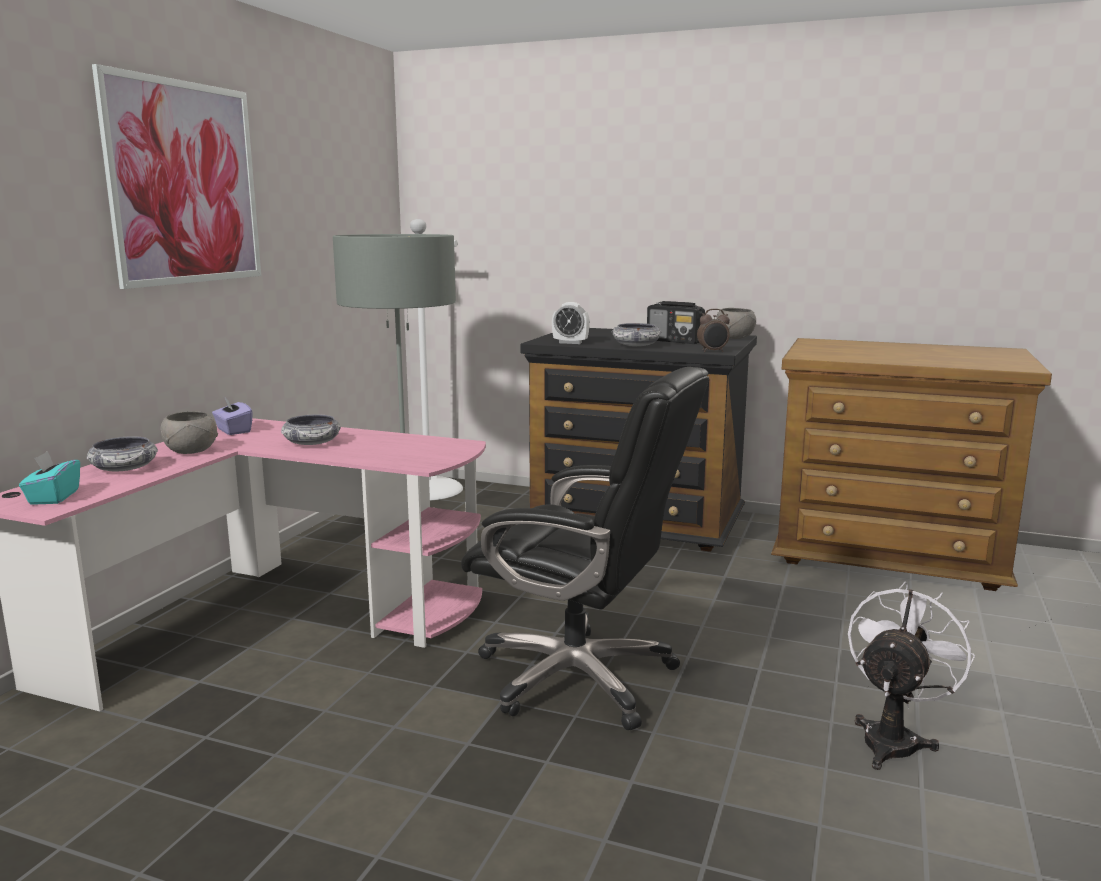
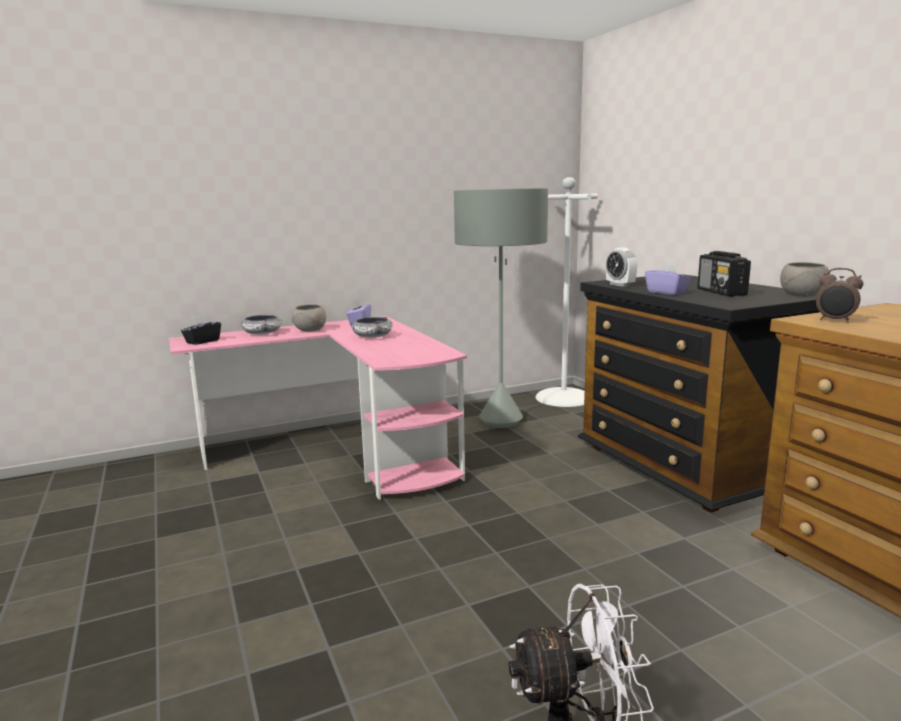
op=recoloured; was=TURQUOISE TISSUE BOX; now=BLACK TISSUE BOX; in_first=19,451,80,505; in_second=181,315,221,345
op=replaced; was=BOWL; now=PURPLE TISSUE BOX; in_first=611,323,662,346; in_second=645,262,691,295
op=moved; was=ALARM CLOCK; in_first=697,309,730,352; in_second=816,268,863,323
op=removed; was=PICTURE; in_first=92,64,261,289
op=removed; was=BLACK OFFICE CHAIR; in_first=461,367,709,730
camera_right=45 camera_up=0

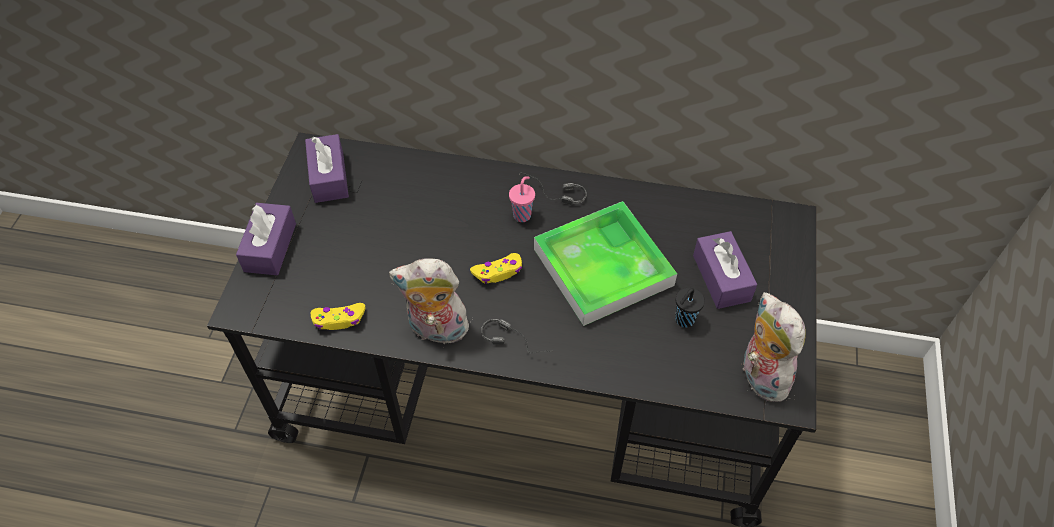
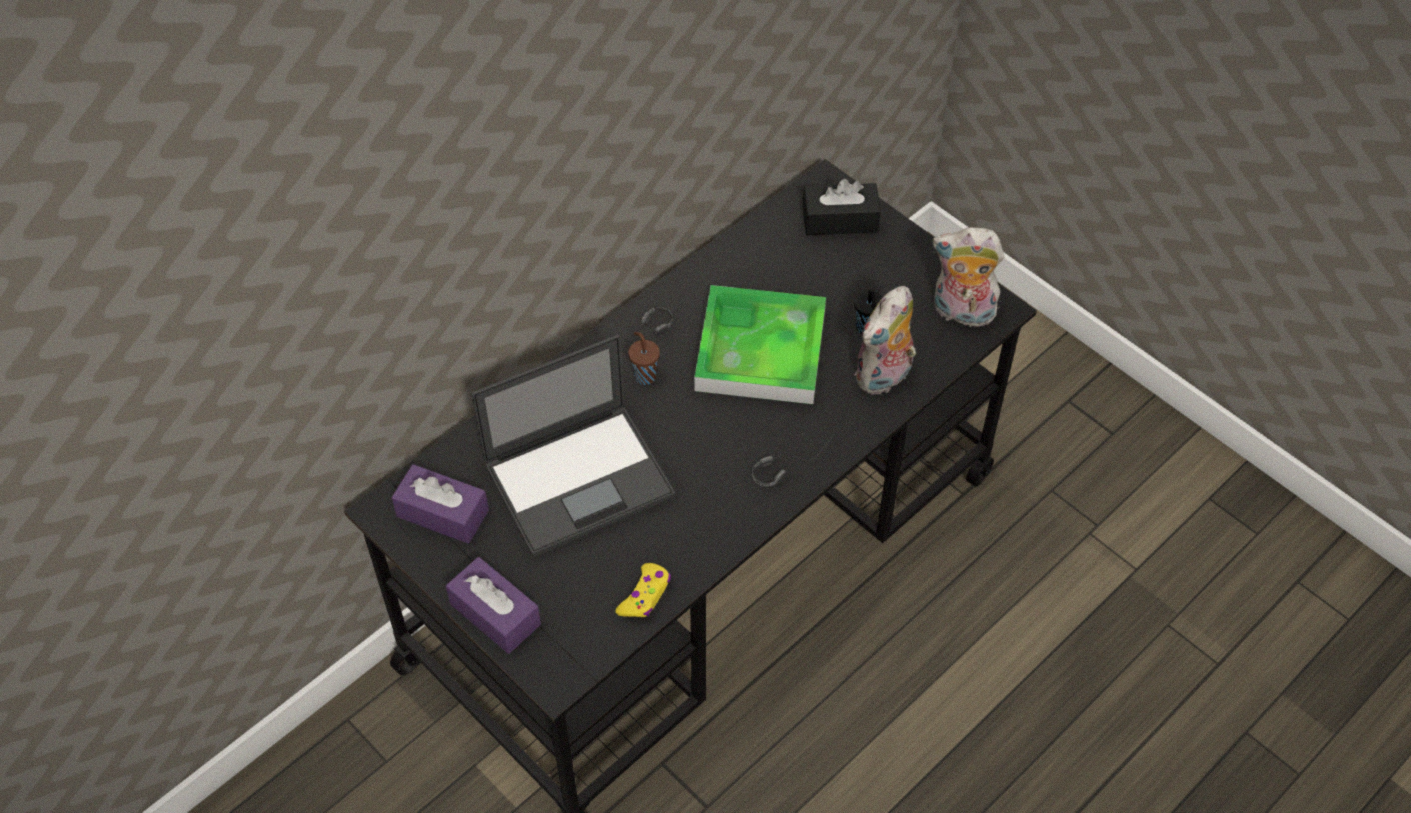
op=added; now=LAPTOP; in_second=472,335,675,557
op=recoloured; was=PINK CUP; now=BROWN CUP; in_first=509,176,535,222; in_second=628,332,660,385
op=added; now=BLACK TISSUE BOX; in_second=803,179,881,235
op=moved; was=PLUSH TOY; in_first=389,258,469,344; in_second=855,286,916,395
op=removed; was=YELLOW GAME CONTROLLER; in_first=470,253,522,284
op=removed; was=PURPLE TISSUE BOX; in_first=693,231,757,309
camera_right=-55 camera_up=0

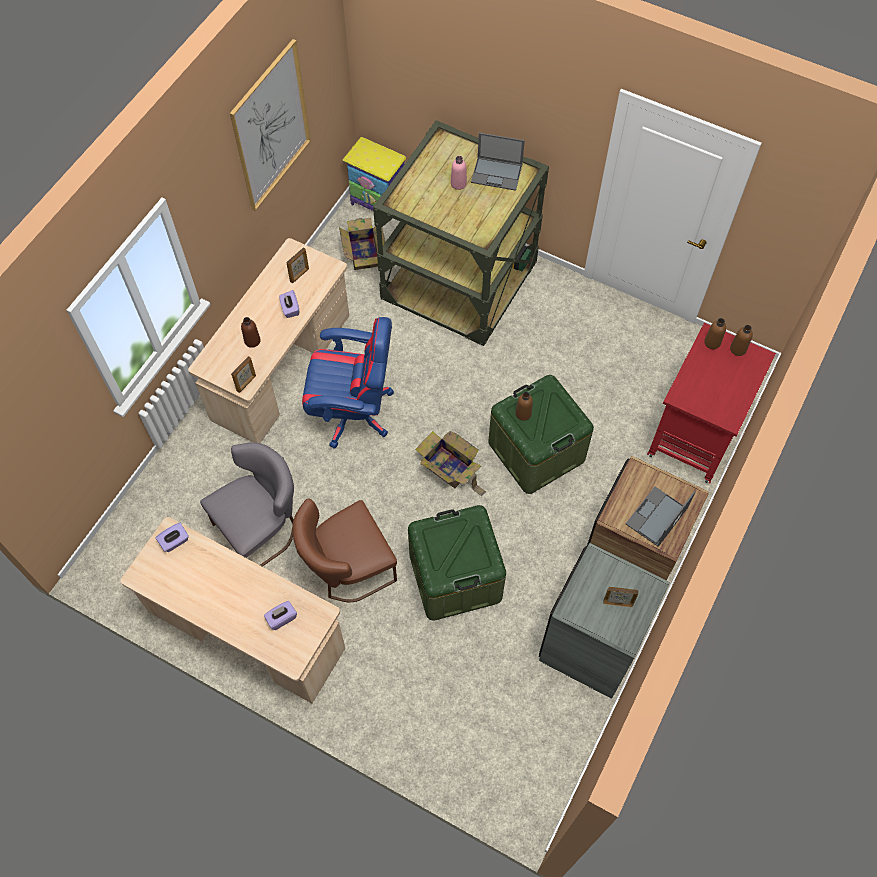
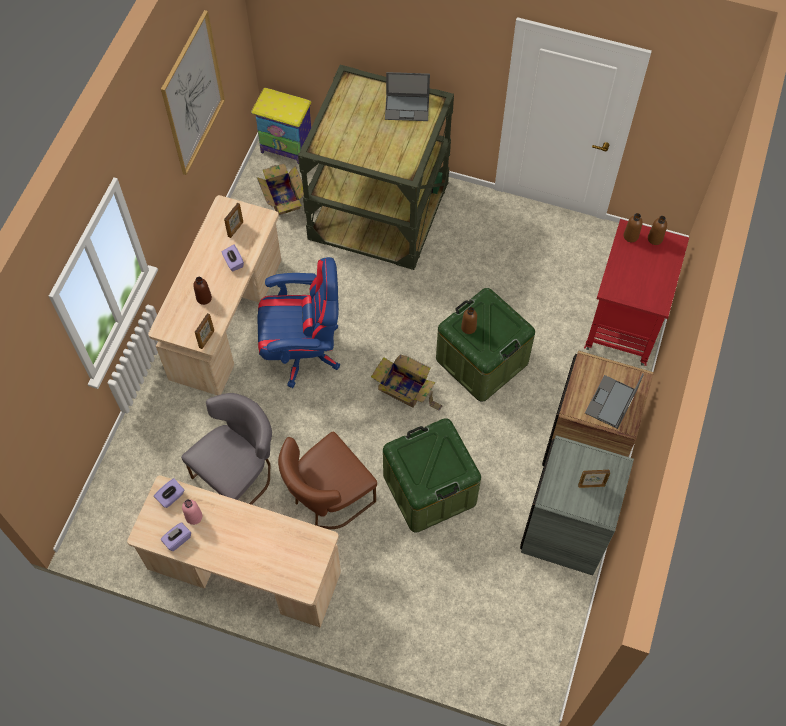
op=moved; was=PURPLE TISSUE BOX; in_first=264,601,297,630; in_second=161,522,191,551
op=moved; was=PINK BOTTLE; in_first=451,156,467,190; in_second=182,499,202,525
camera_right=-10 camera_up=0

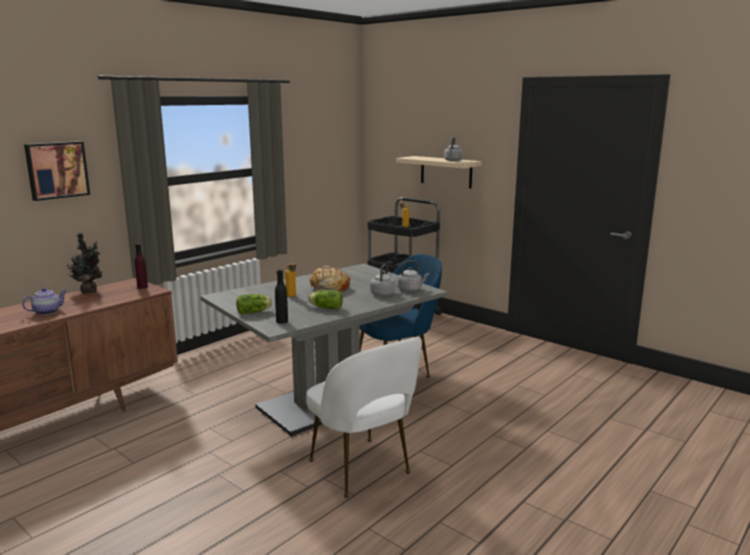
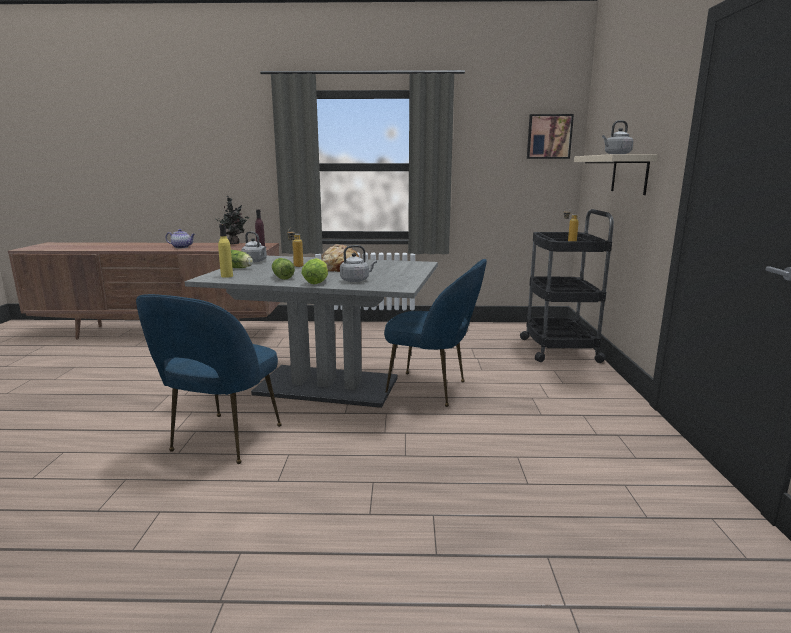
op=recoloured; was=WHITE CHAIR; now=BLUE CHAIR; in_first=306,337,422,498; in_second=136,294,281,464
op=recoloured; was=BLACK BOTTLE; now=YELLOW BOTTLE; in_first=275,269,288,324; in_second=218,224,233,278
op=moved; was=GREY KETTLE; in_first=397,260,429,292; in_second=242,231,267,262
op=added; now=LETTUCE; in_second=301,258,328,284
op=moved; was=PICTURE; in_first=24,141,90,201; in_second=527,114,574,159
camera_right=50 camera_up=0

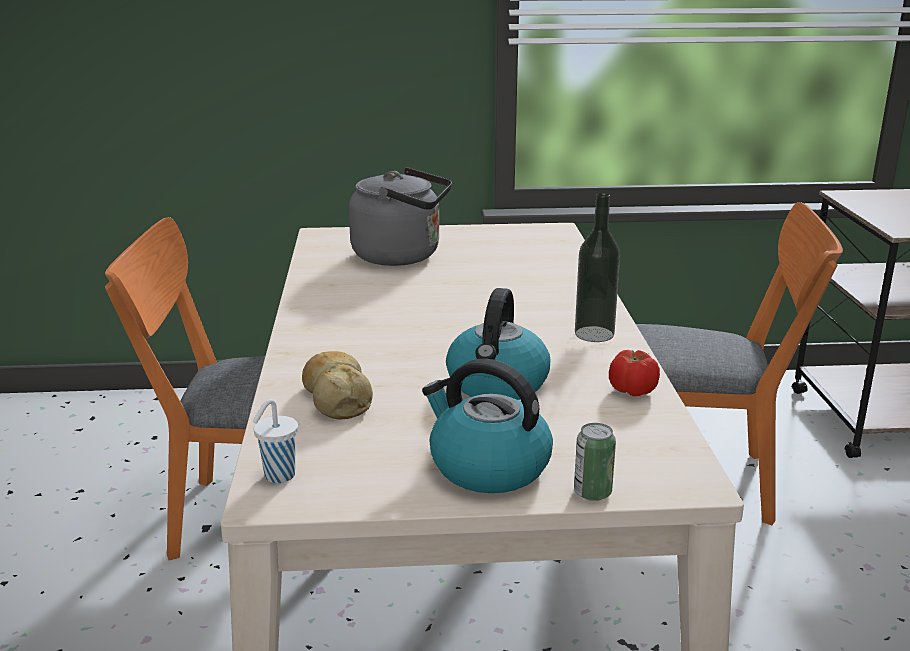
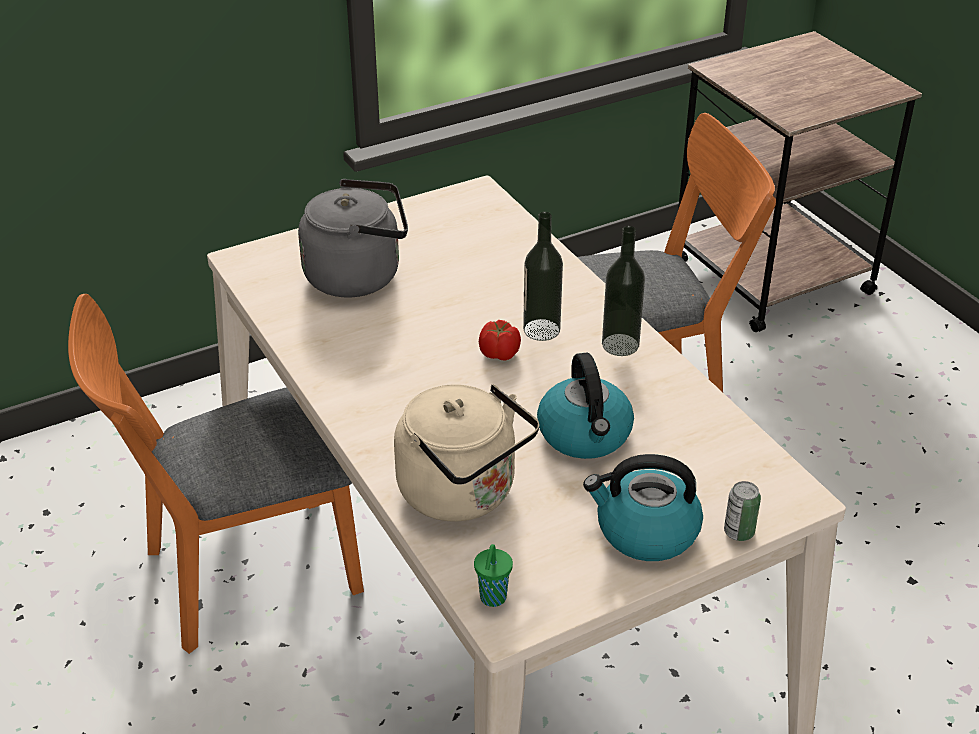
op=replaced; was=BREAD; now=BEIGE KETTLE; in_first=302,351,373,419; in_second=394,384,539,522
op=recoloured; was=WHITE CUP; now=GREEN CUP; in_first=253,399,298,483; in_second=474,544,513,607
op=moved; was=TOMATO; in_first=609,350,660,396; in_second=479,320,521,360
op=added; now=BOTTLE; in_second=523,212,563,341
camera_right=-25 camera_up=15

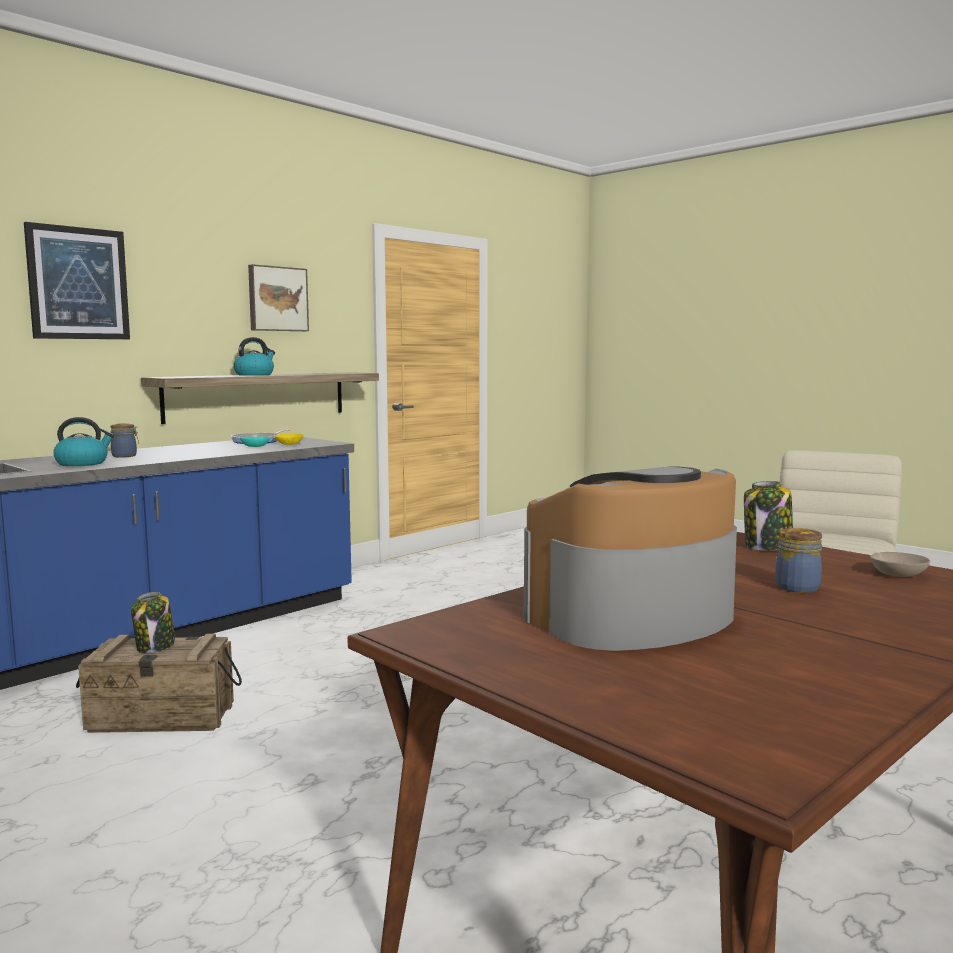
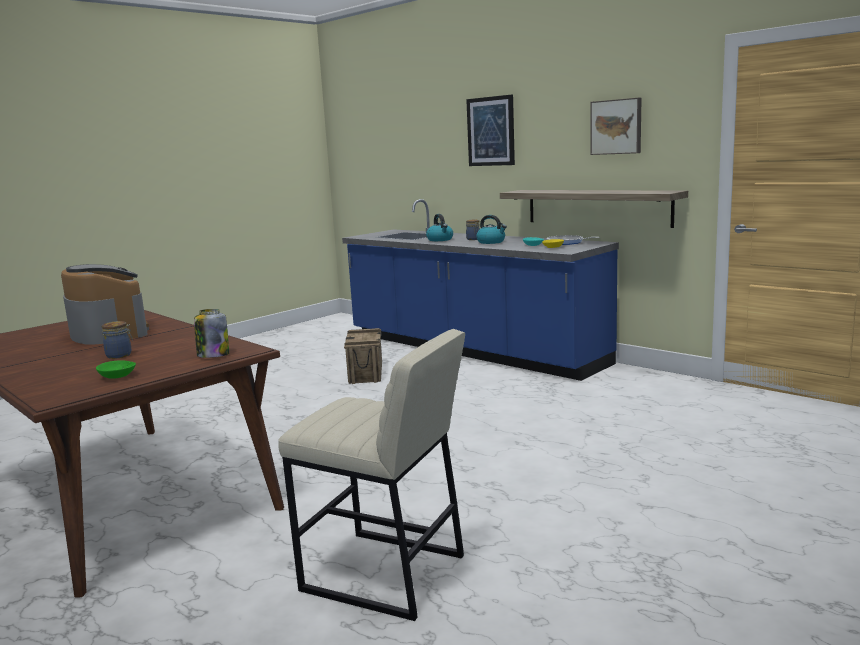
op=recoloured; was=BEIGE BOWL; now=GREEN BOWL; in_first=870,552,930,577; in_second=96,361,136,379
op=moved; was=KETTLE; in_first=233,337,275,376; in_second=476,215,507,244
op=removed; was=JAR; in_first=131,592,175,653
camera_right=90 camera_up=5

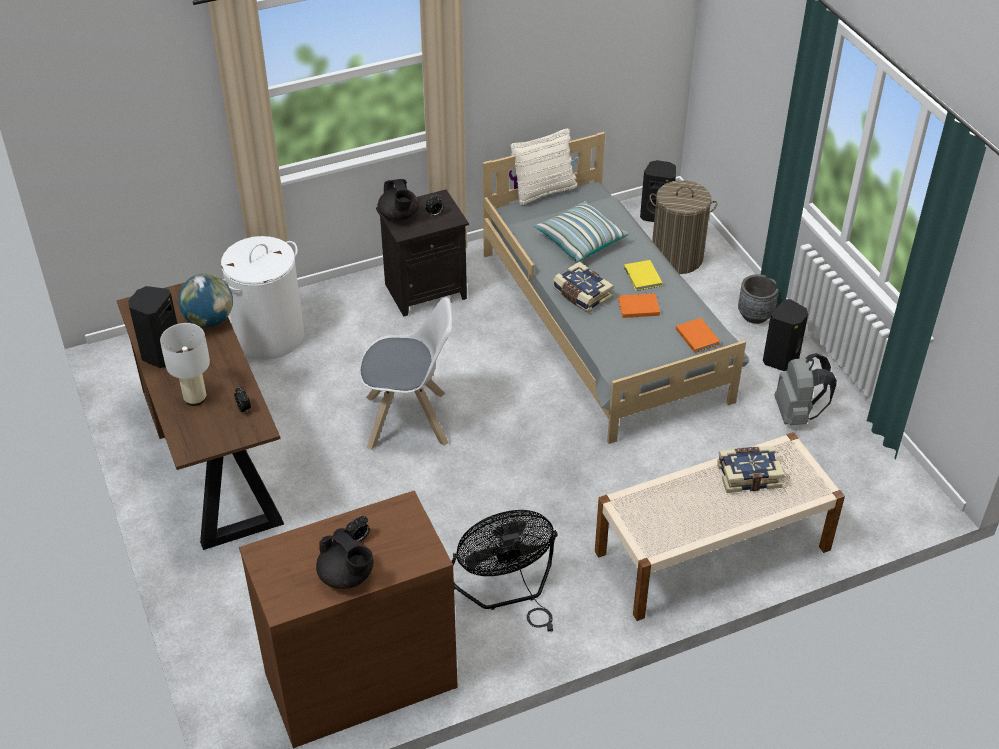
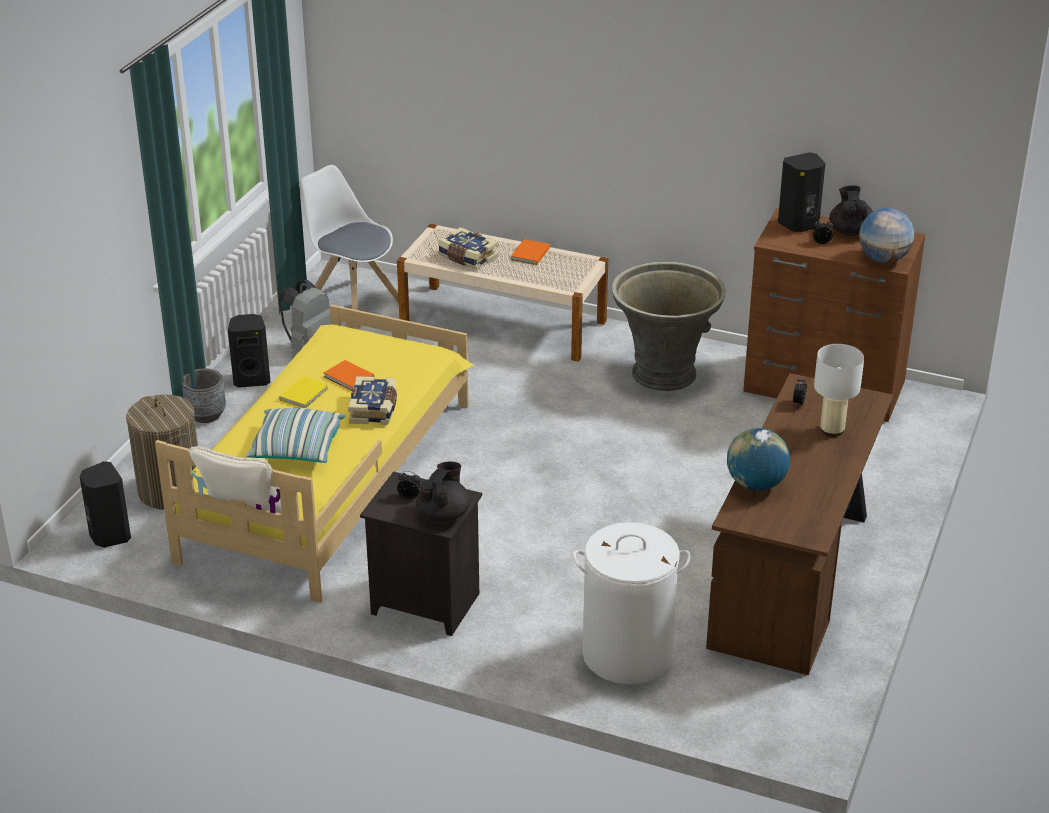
op=recoloured; was=GREY BED; now=YELLOW BED; in_first=483,132,749,444; in_second=155,305,475,603
op=moved; was=CHAIR; in_first=360,297,453,450; in_second=299,165,399,310
op=moved; was=ORANGE BOOK; in_first=676,318,720,353; in_second=511,239,550,265
op=replaced; was=BLACK FAN; now=GREY PLANTER; in_first=451,510,558,633; in_second=612,262,726,391
op=moved; was=BLACK SPEAKER; in_first=128,286,179,368; in_second=778,152,825,232
op=added; now=GLOBE; in_second=859,208,914,263
camera_right=-135 camera_up=-10

